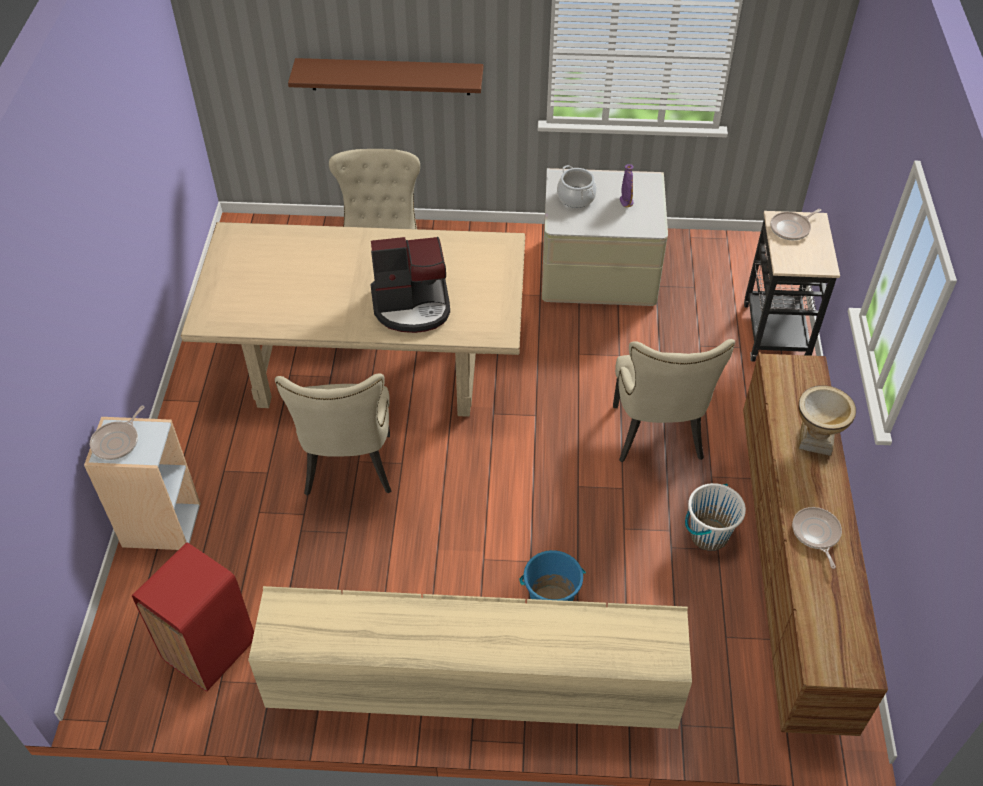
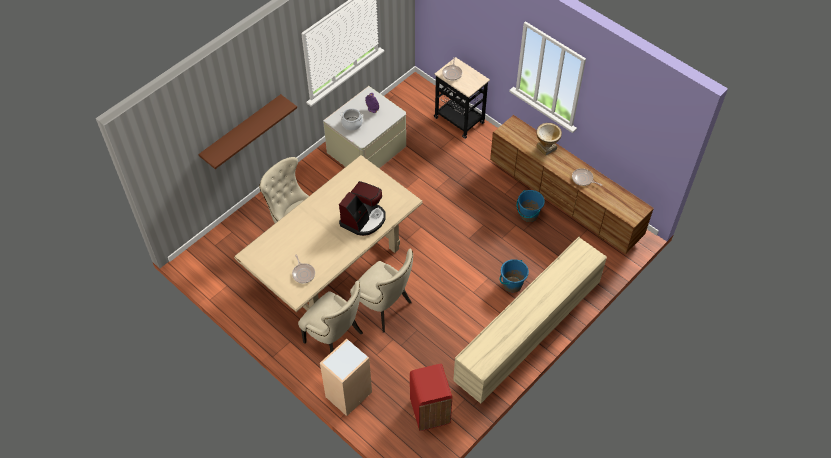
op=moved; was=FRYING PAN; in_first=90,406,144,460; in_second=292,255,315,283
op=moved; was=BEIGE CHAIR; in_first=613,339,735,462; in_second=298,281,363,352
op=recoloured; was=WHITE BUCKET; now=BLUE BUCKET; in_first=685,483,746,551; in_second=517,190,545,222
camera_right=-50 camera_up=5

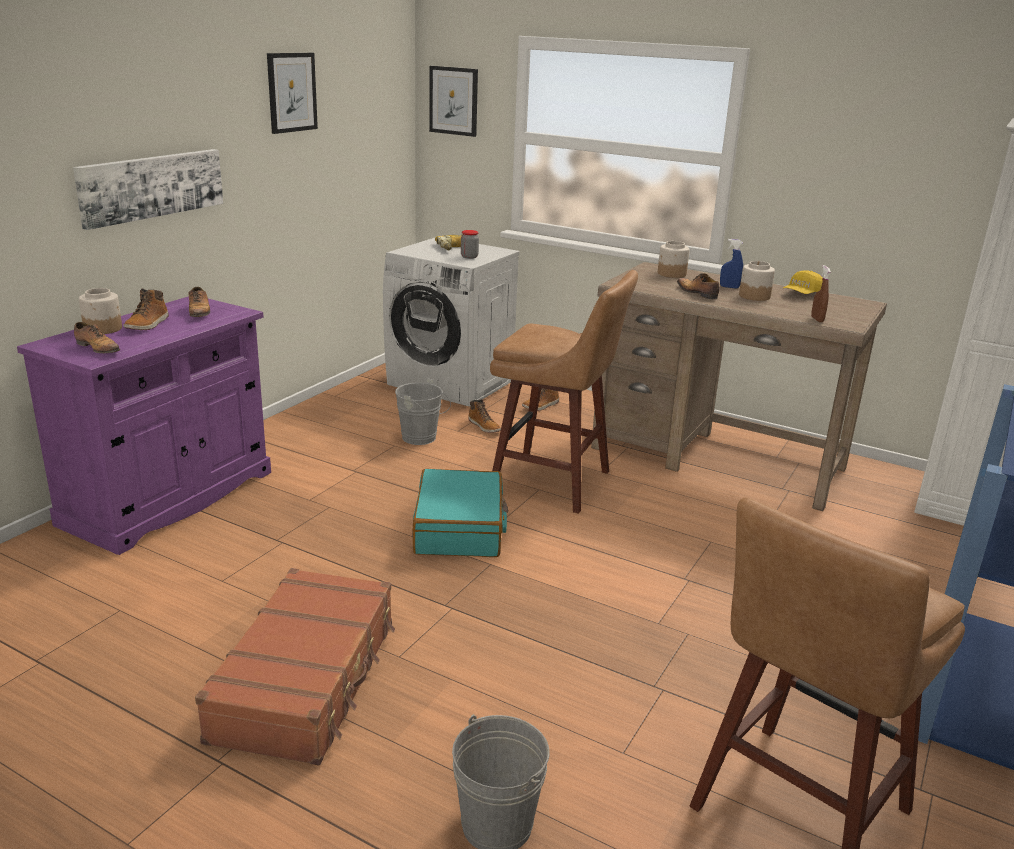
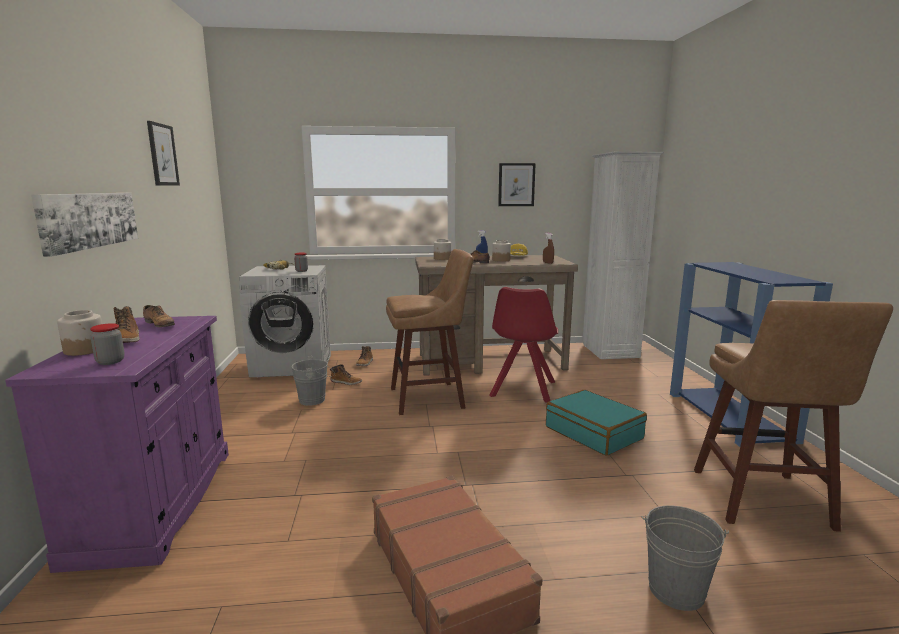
op=replaced; was=SHOE; now=JAR; in_first=74,322,120,353; in_second=90,323,125,365
op=added; now=RED CHAIR; in_second=489,287,558,403
op=moved; was=PICTURE; in_first=429,66,478,137; in_second=498,163,536,206
op=moved; was=TURQUOISE SUITCASE; in_first=413,469,508,557; in_second=546,390,647,456
camera_right=-35 camera_up=-10

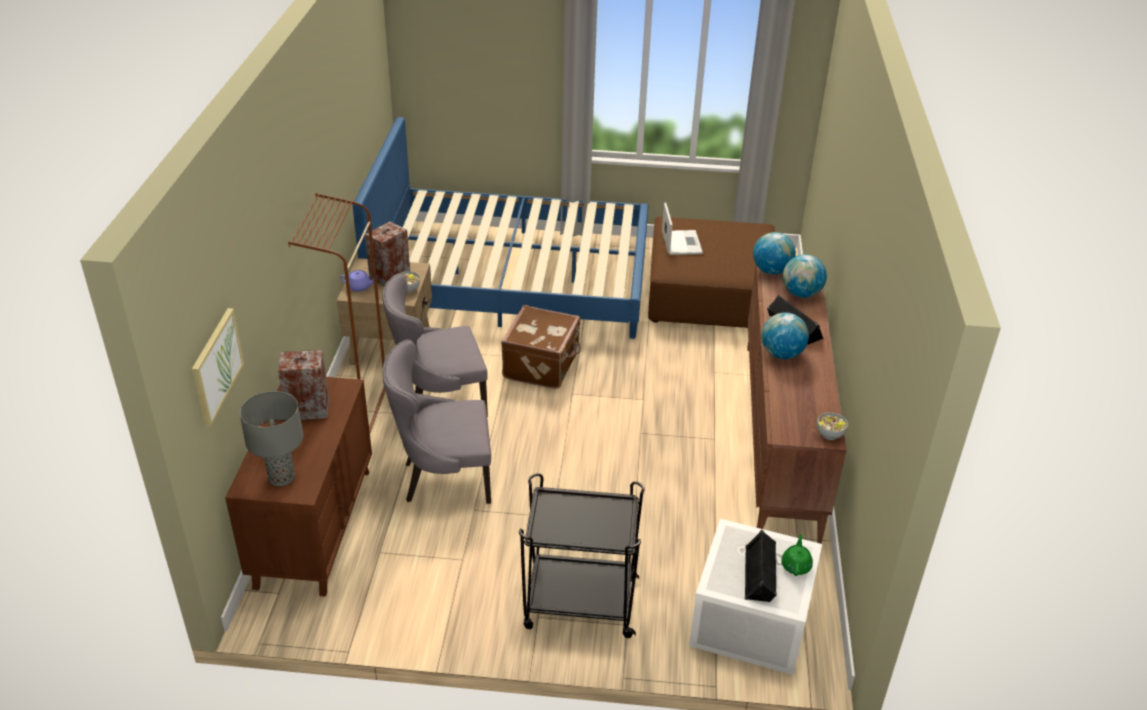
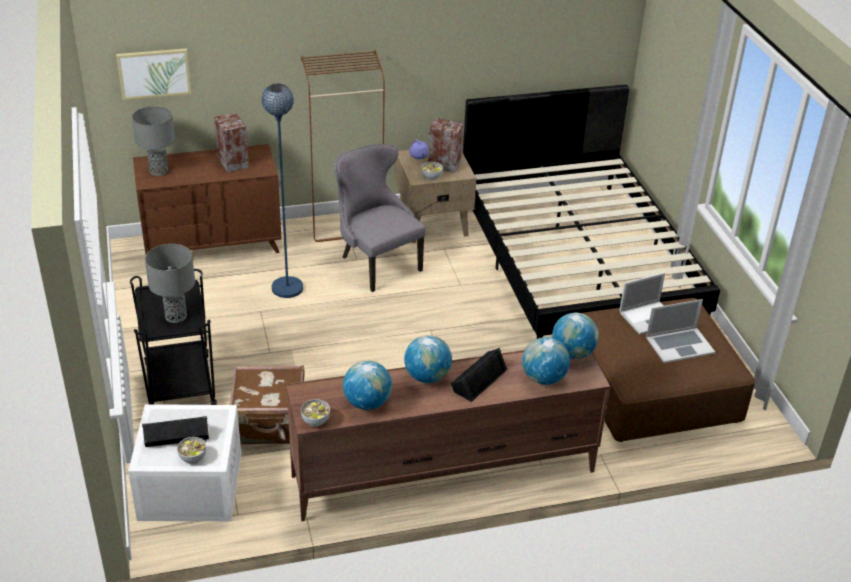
op=added; now=GREY TABLE LAMP; in_second=145,244,195,323
op=replaced; was=GREEN TEAPOT; now=BOWL; in_first=781,534,813,576; in_second=177,437,206,464
op=moved; was=BROWN SUITCASE; in_first=501,305,581,389; in_second=230,365,305,444
op=replaced; was=GREY CHAIR; now=BLUE FLOOR LAMP; in_first=383,340,491,504; in_second=262,84,303,298
op=added; now=GLOBE; in_second=343,361,392,410
op=recoloured; was=BLUE BED; now=BLACK BED; in_first=353,117,648,339; in_second=463,84,720,339
op=added; now=LAPTOP; in_second=646,299,715,363
camera_right=70 camera_up=0

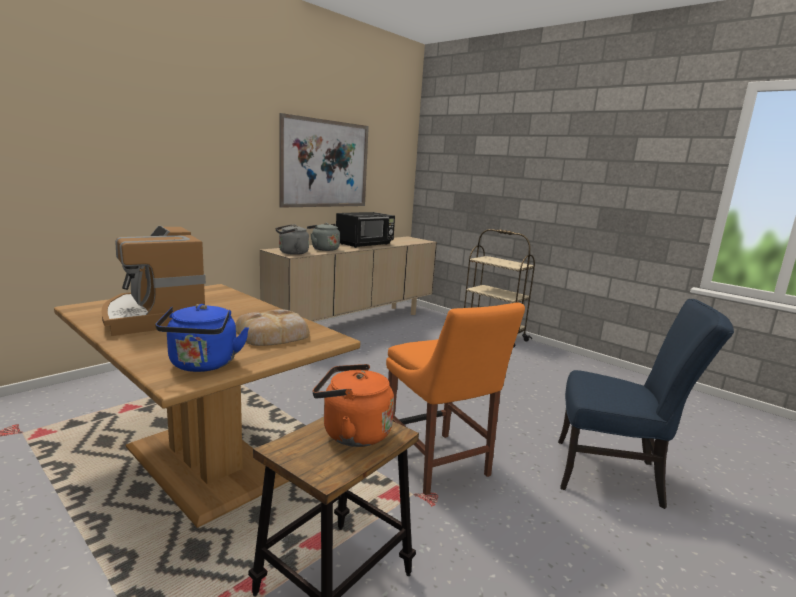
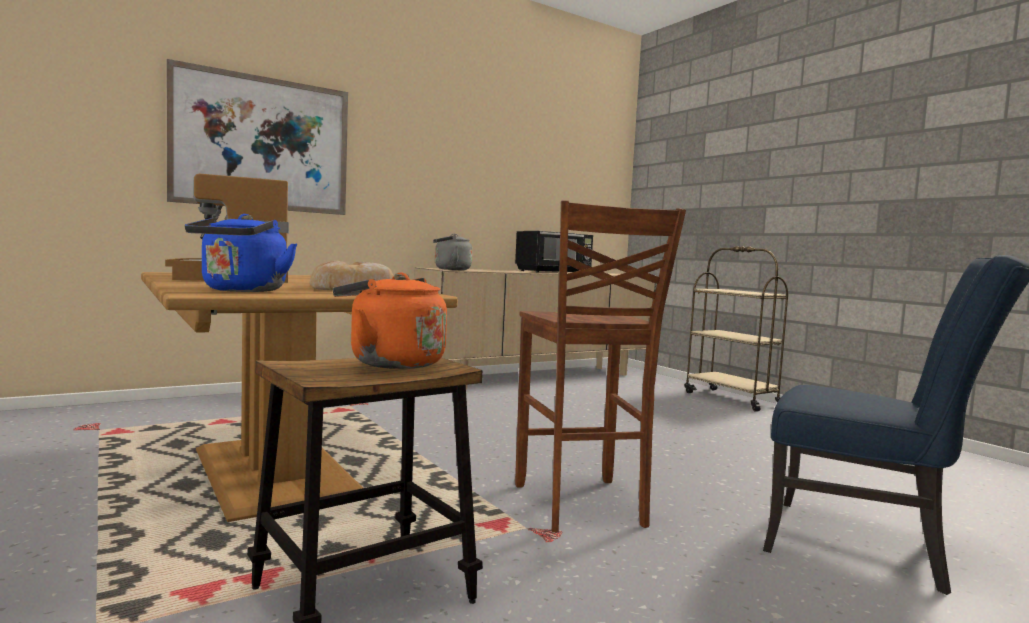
op=moved; was=PICTURE; in_first=279,113,369,208; in_second=167,59,348,215
op=replaced; was=ORANGE CHAIR; now=BROWN STOOL; in_first=386,303,525,495; in_second=515,200,686,532
op=removed; was=GREY KETTLE; in_first=307,223,340,251
camera_right=15 camera_up=-10

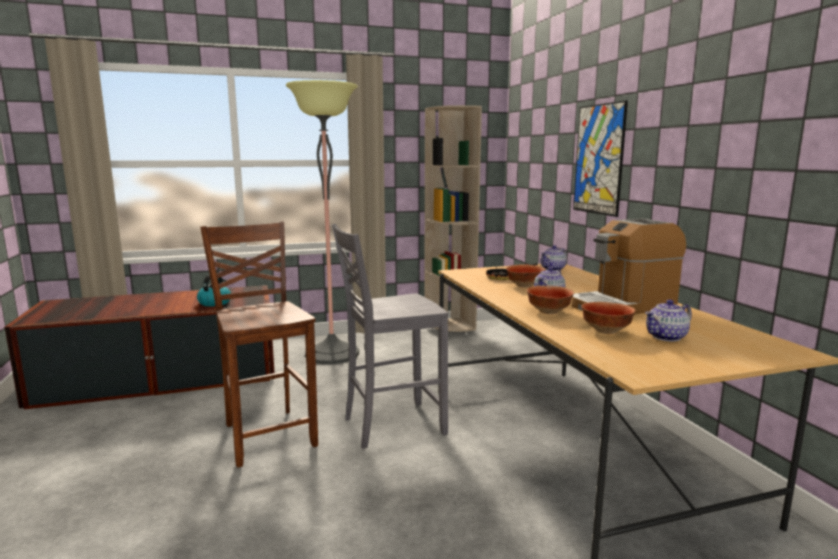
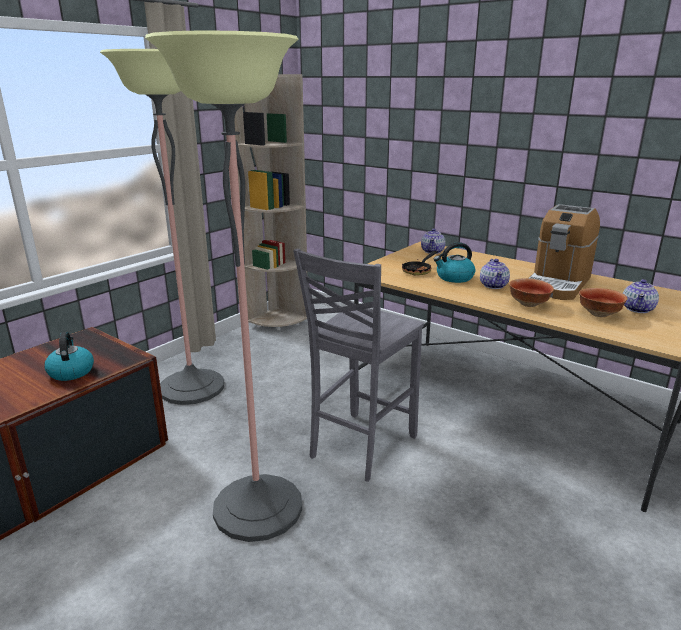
op=replaced; was=BROWN CHAIR; now=FLOOR LAMP; in_first=200,222,318,468; in_second=145,30,302,542
op=replaced; was=BOWL; now=KETTLE; in_first=506,265,546,288; in_second=434,242,475,283
op=removed; was=PICTURE; in_first=573,100,628,217
camera_right=-35 camera_up=10

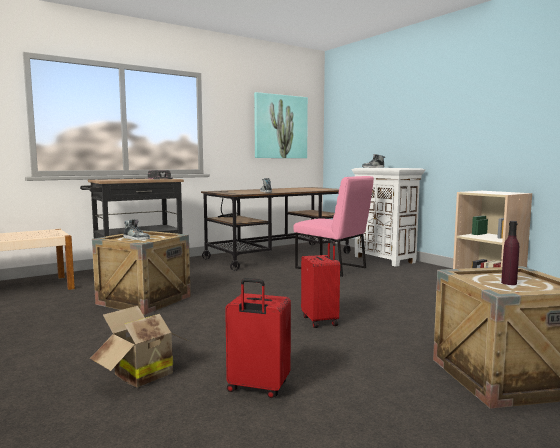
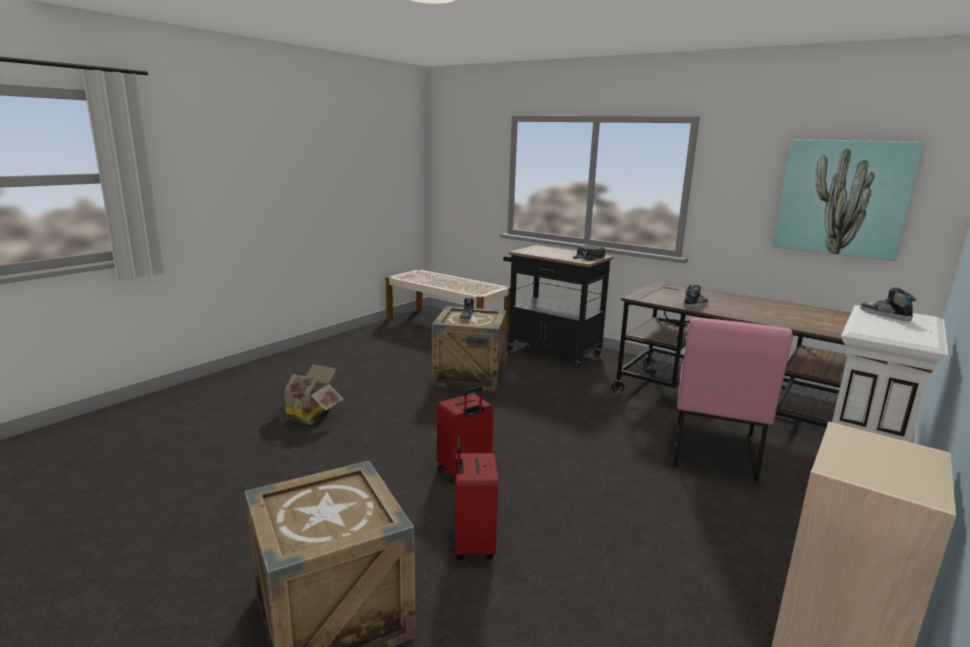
op=moved; was=RED SUITCASE; in_first=225,278,291,398; in_second=455,438,498,560
op=removed; was=PURPLE BOTTLE; in_first=501,221,519,285
camera_right=70 camera_up=10

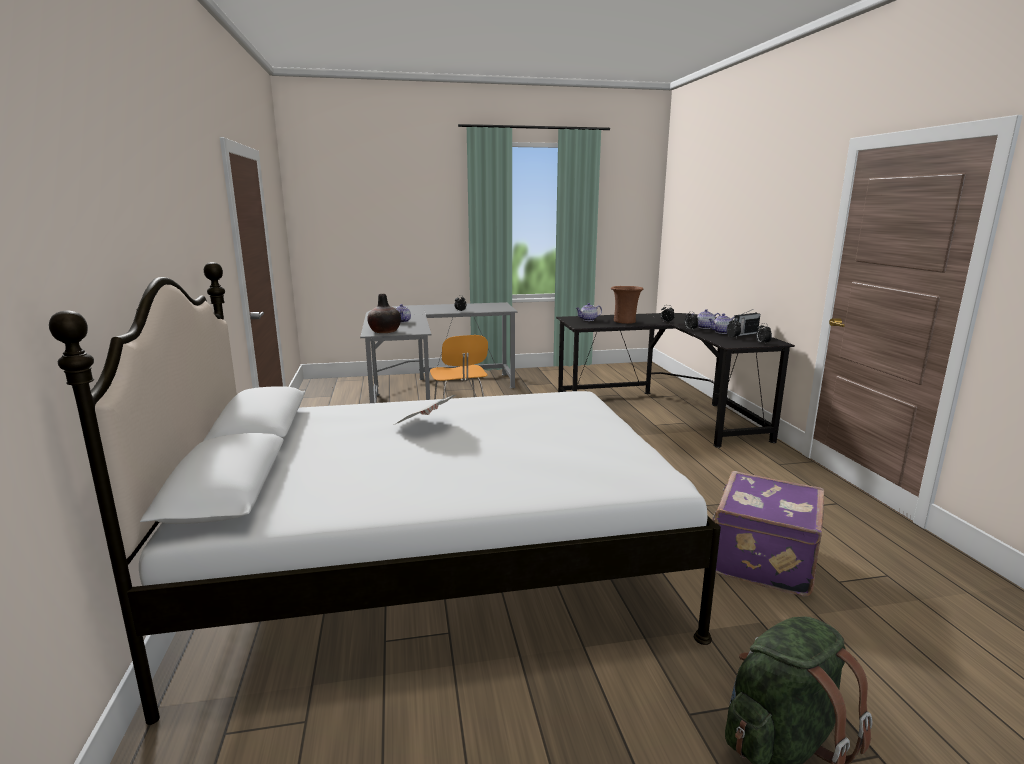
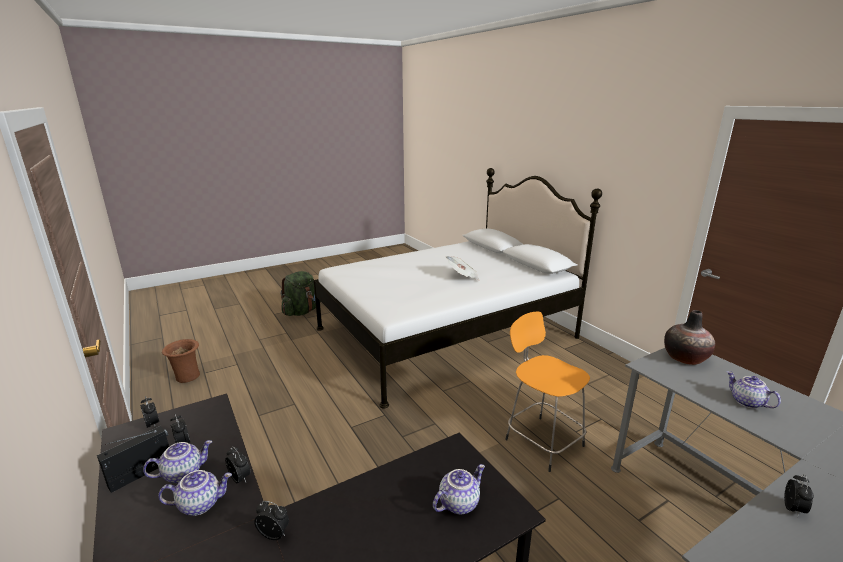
op=moved; was=BROWN VASE; in_first=611,286,643,324; in_second=162,339,200,383
op=removed; was=PURPLE SUITCASE; in_first=712,471,824,597
camera_right=160 camera_up=5

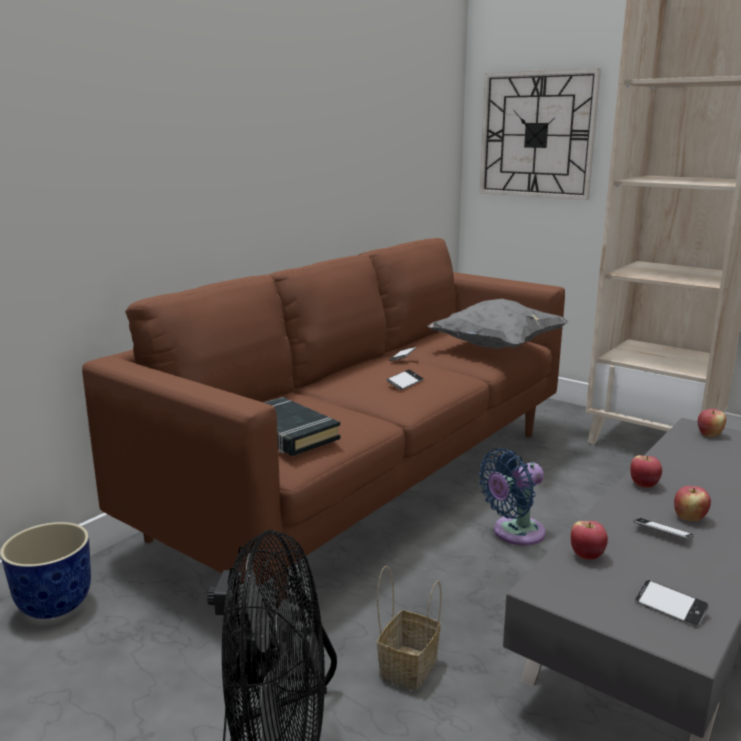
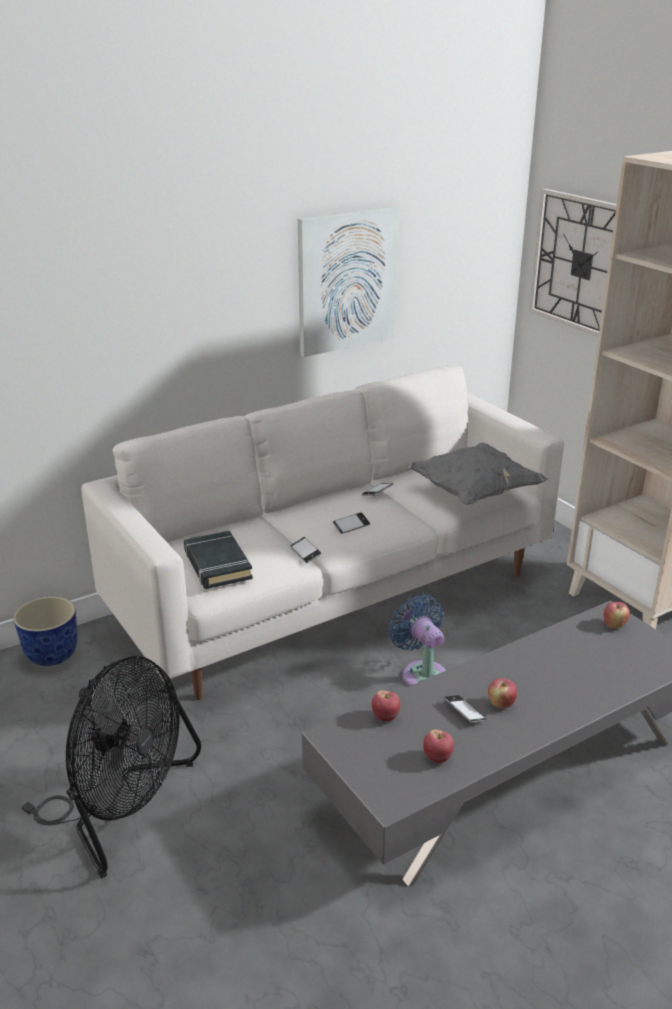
op=recoloured; was=BROWN SOFA; now=WHITE SOFA; in_first=82,238,565,609; in_second=81,366,564,700
op=moved; was=PHONE; in_first=635,580,709,627; in_second=290,537,321,563
op=added; now=PICTURE; in_second=298,206,400,357
op=turned; was=BLUE FAN; in_first=479,448,546,545; in_second=389,595,446,686; clockwise=75
op=moved; was=APPLE; in_first=630,455,662,488; in_second=423,729,454,763
op=removed; was=BASKET; in_first=377,566,441,691
camera_right=20 camera_up=10

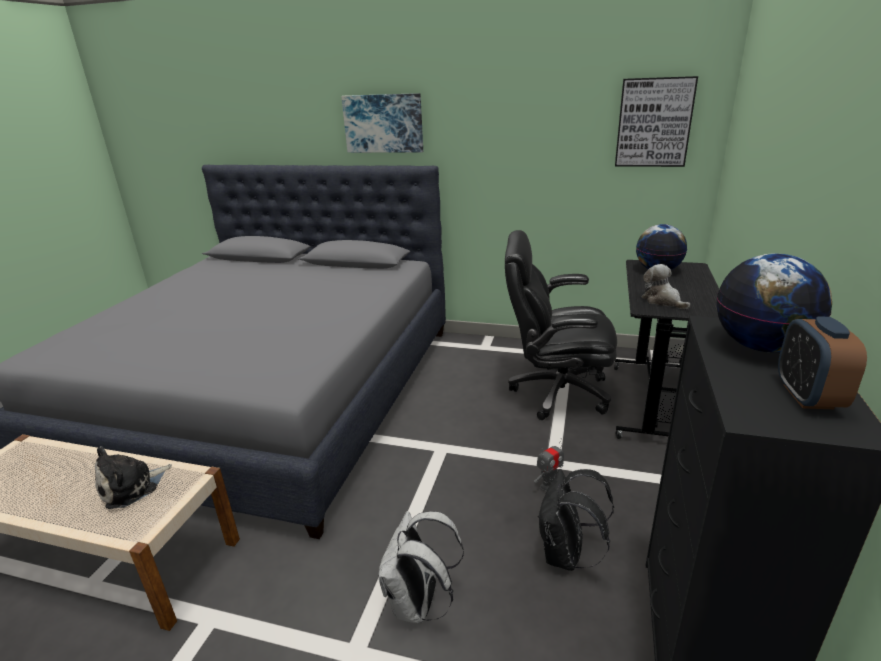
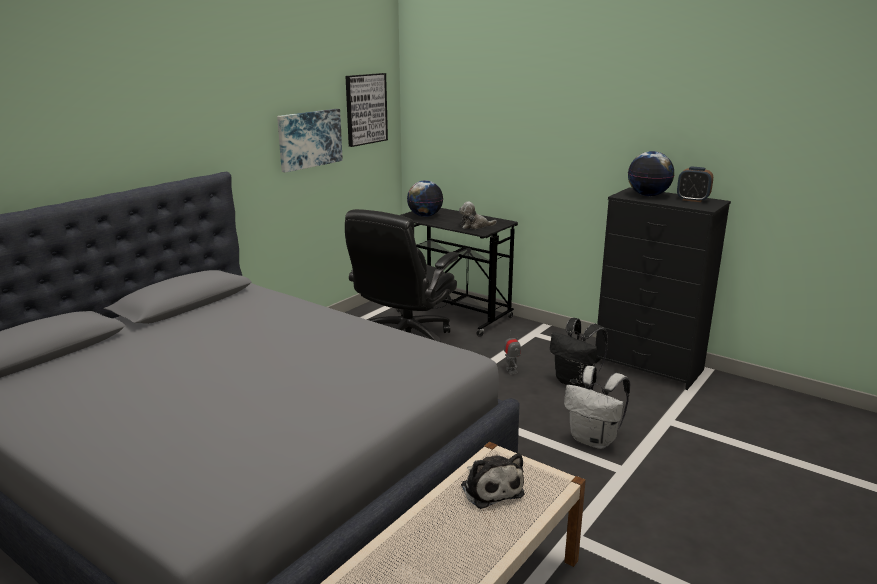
op=moved; was=PICTURE; in_first=341,93,423,153; in_second=277,109,343,173
camera_right=-70 camera_up=-5

